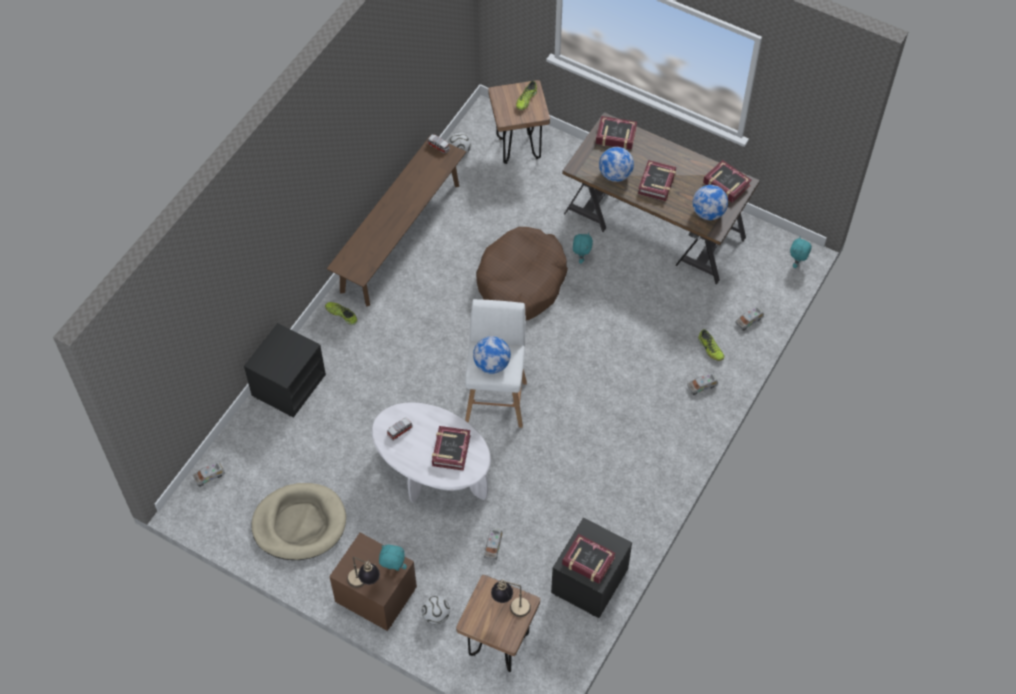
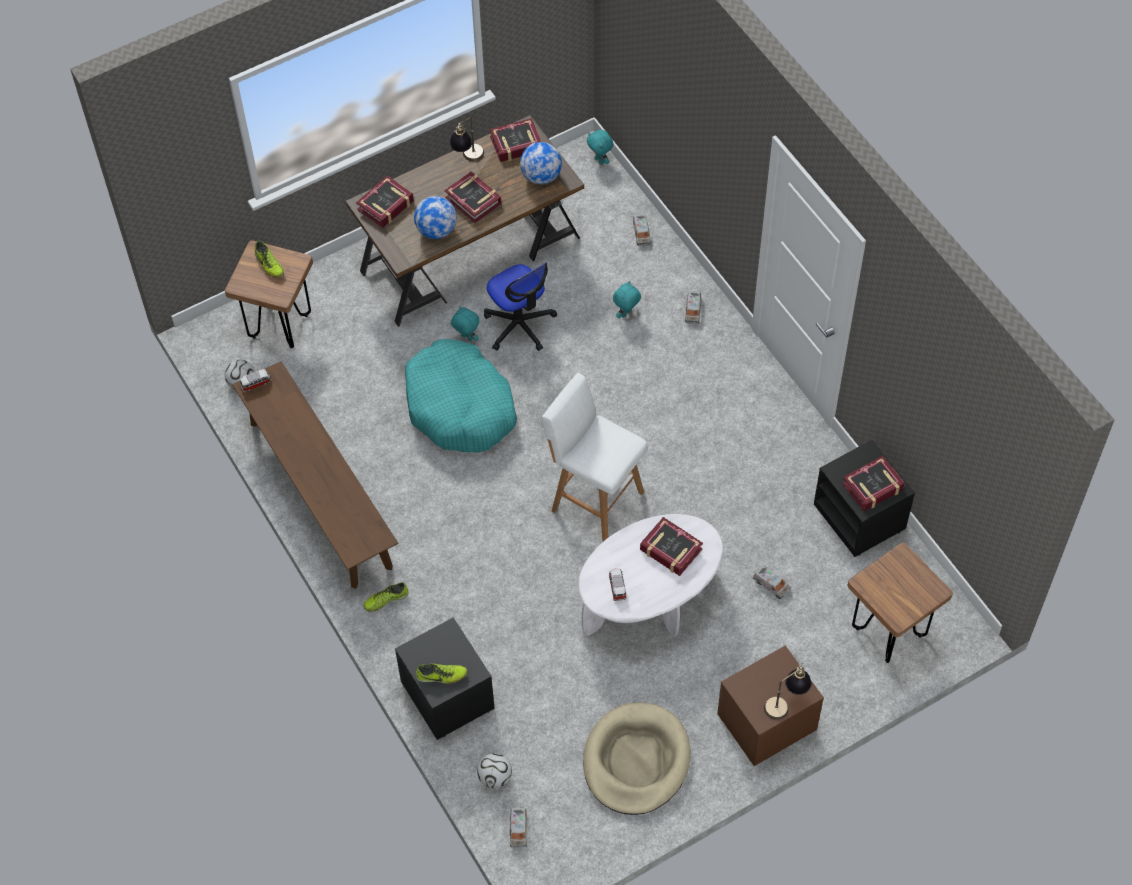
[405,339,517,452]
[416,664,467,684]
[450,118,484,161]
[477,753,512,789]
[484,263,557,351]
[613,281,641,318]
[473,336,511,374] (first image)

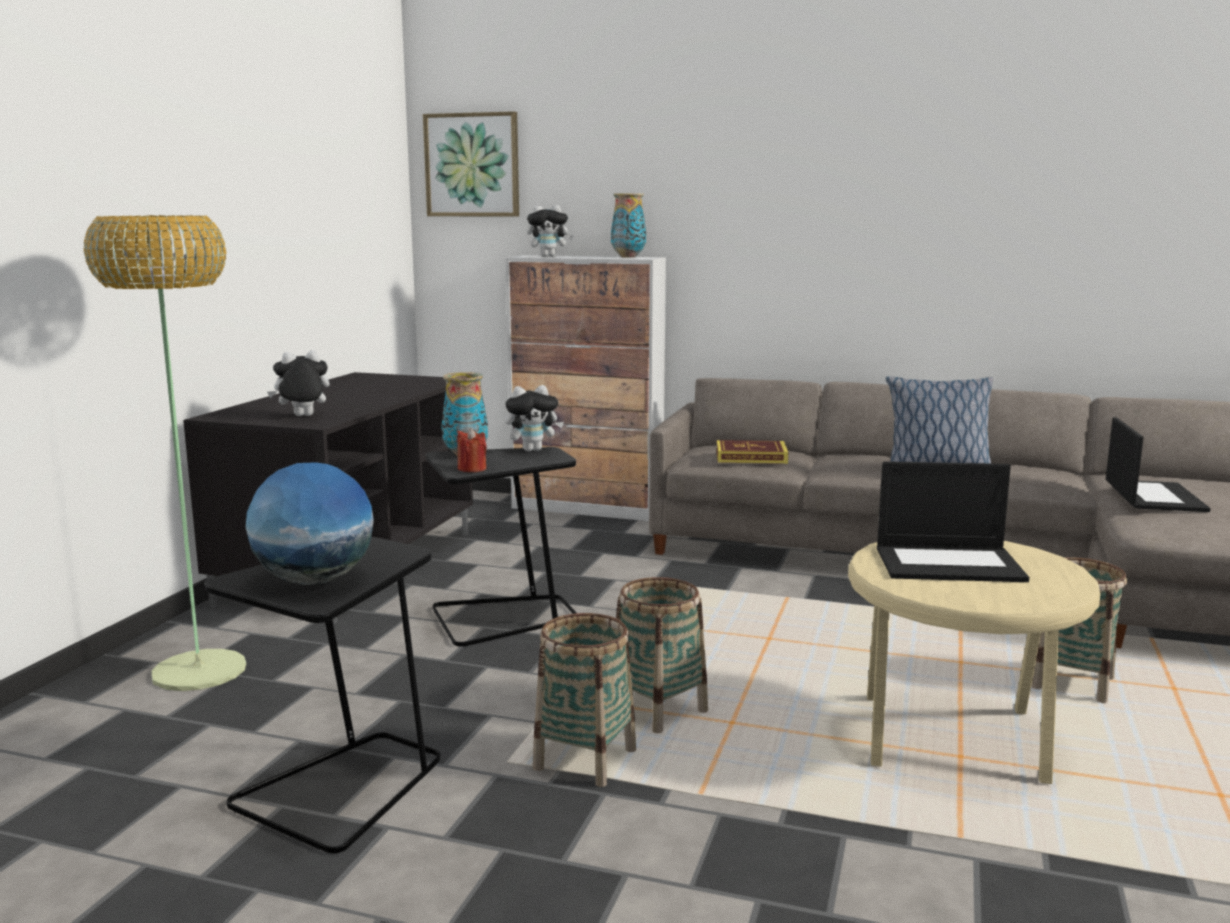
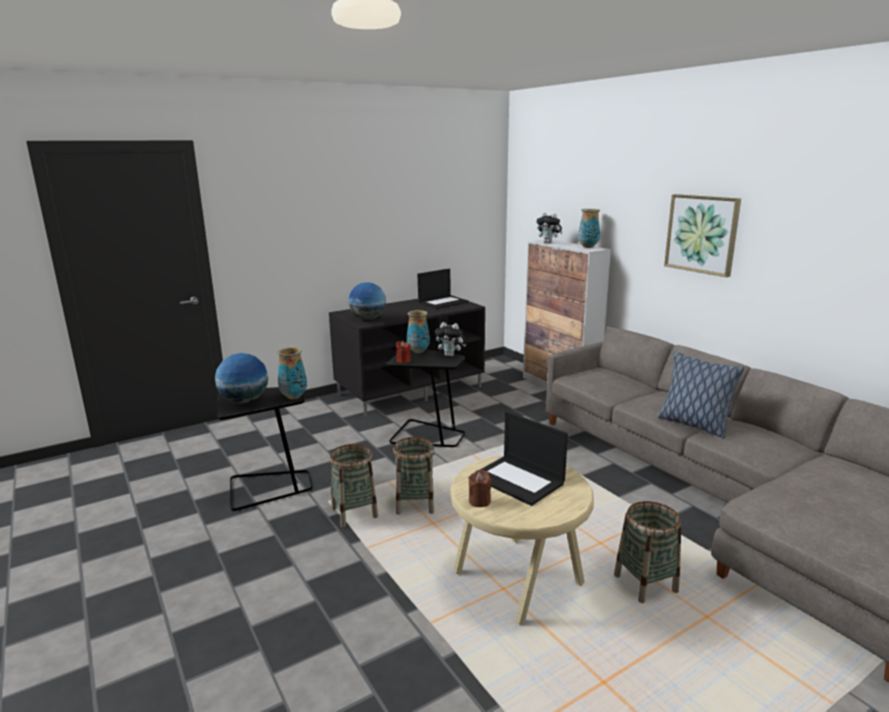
[277,347,307,399]
[349,282,386,320]
[418,269,469,309]
[468,470,492,507]
[664,194,741,277]
[83,215,247,691] (first image)
[716,440,788,464] (first image)

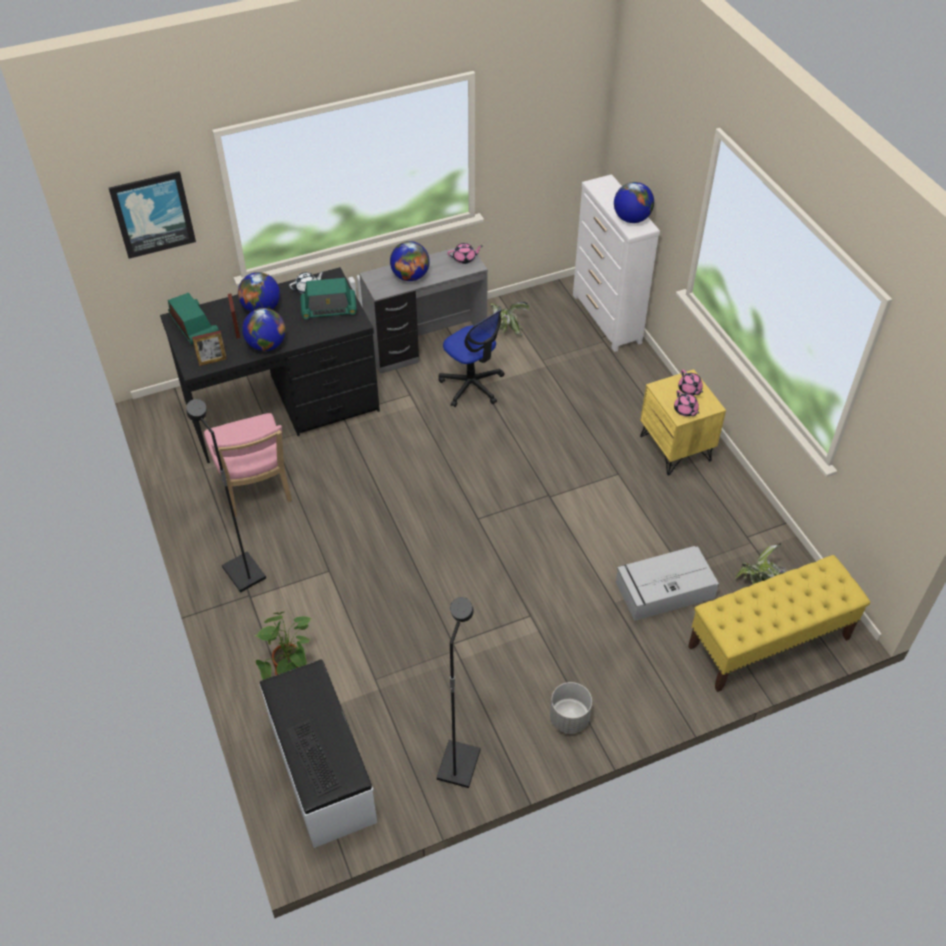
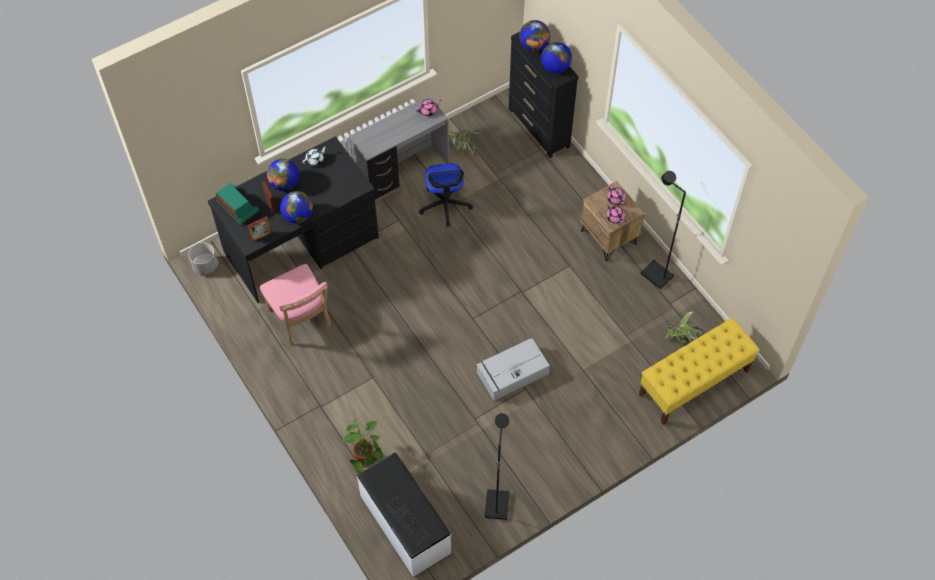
[189,243,218,275]
[419,163,473,227]
[476,338,550,401]
[509,32,578,158]
[519,20,550,52]
[580,181,645,261]
[640,171,686,289]
[109,171,196,259] (first image)
[300,278,357,319] (first image)

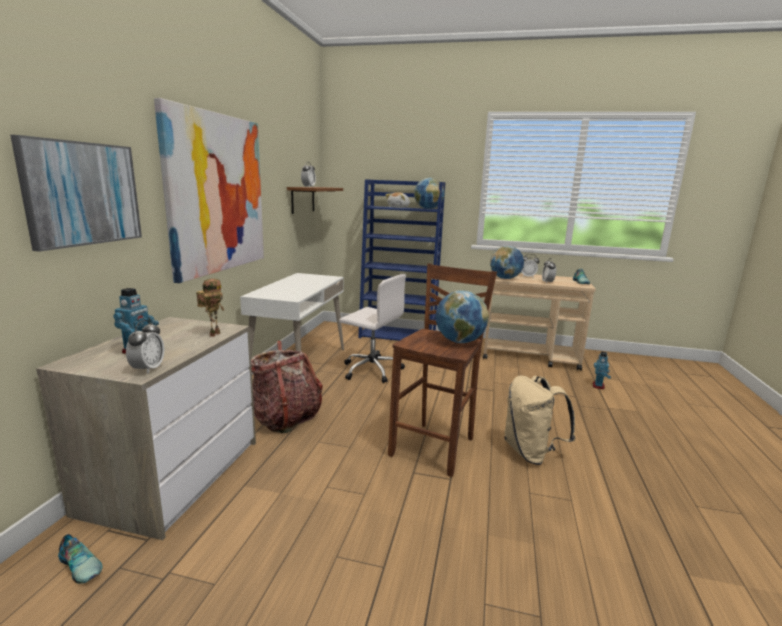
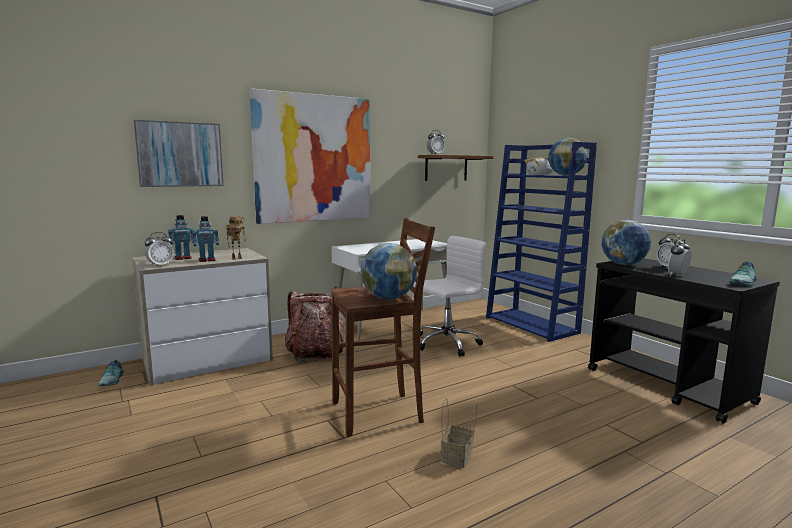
[192,216,219,262]
[413,236,486,357]
[441,398,477,468]
[588,258,780,424]

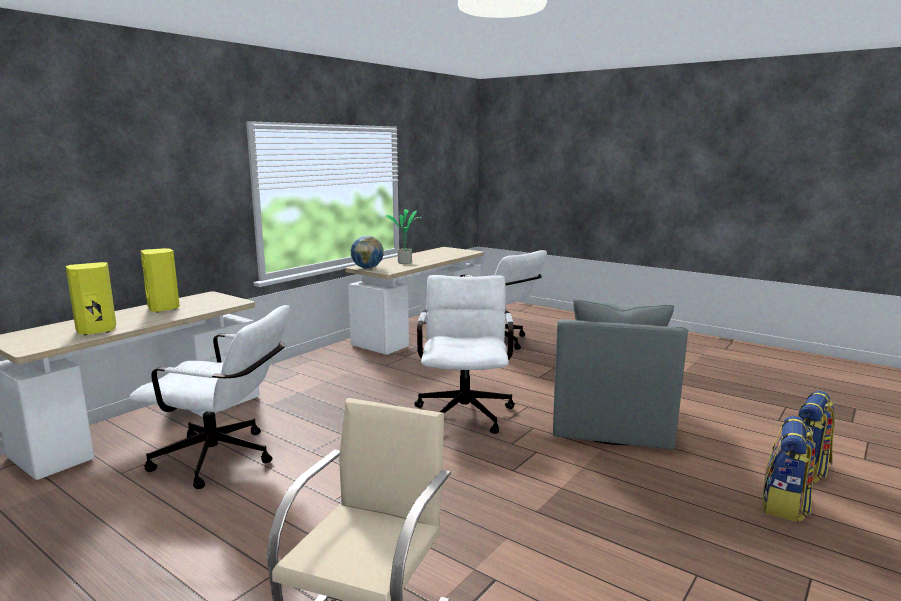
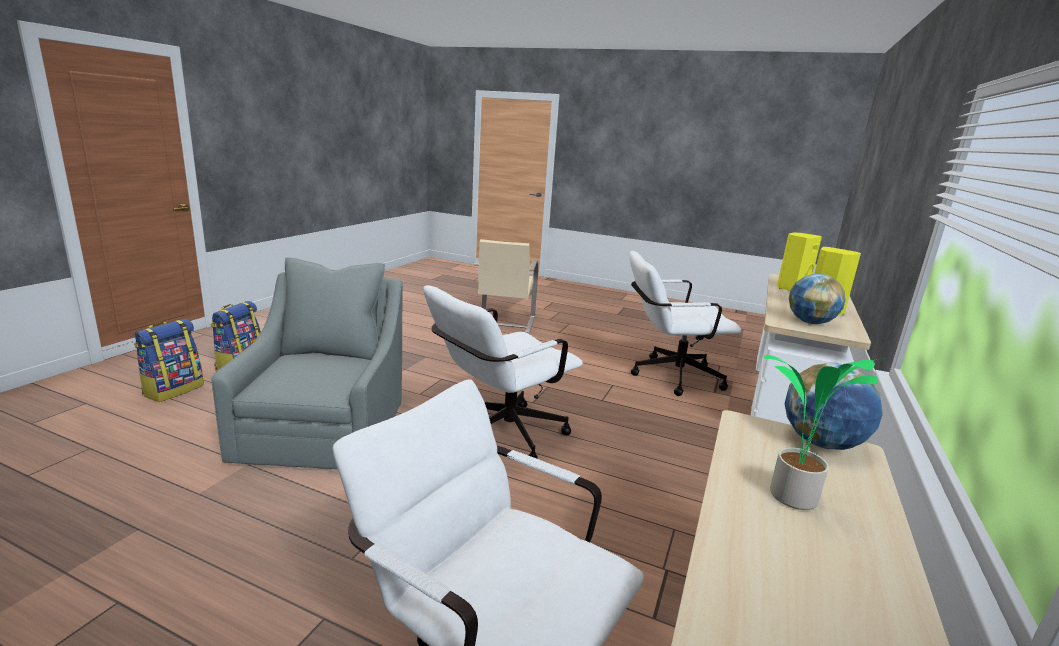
[423,285,583,459]
[789,274,846,324]

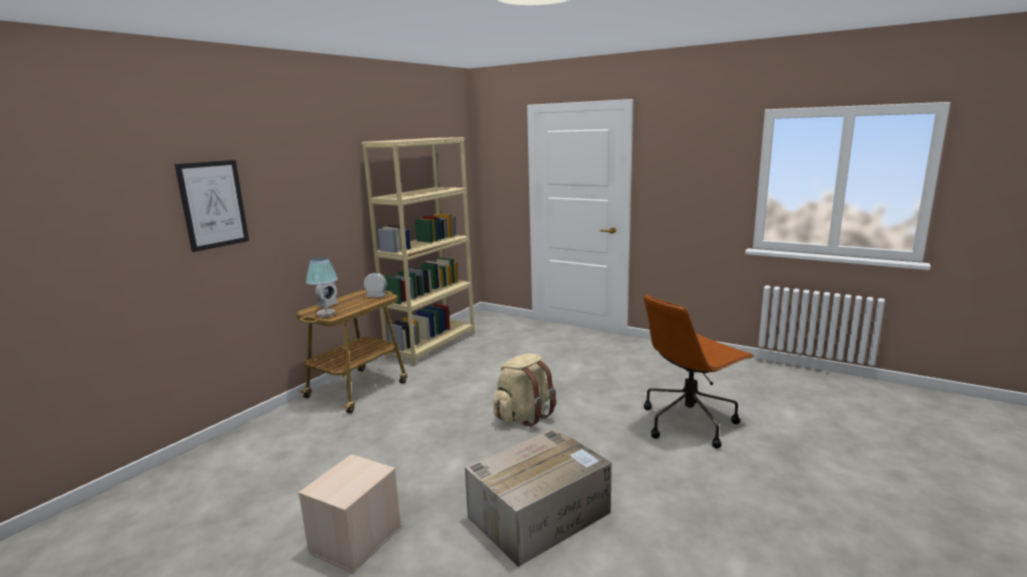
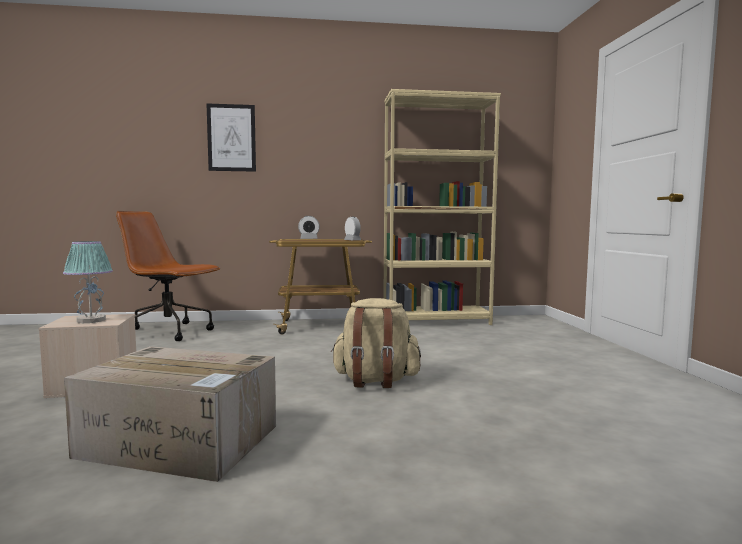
[63,241,113,323]
[116,211,220,341]

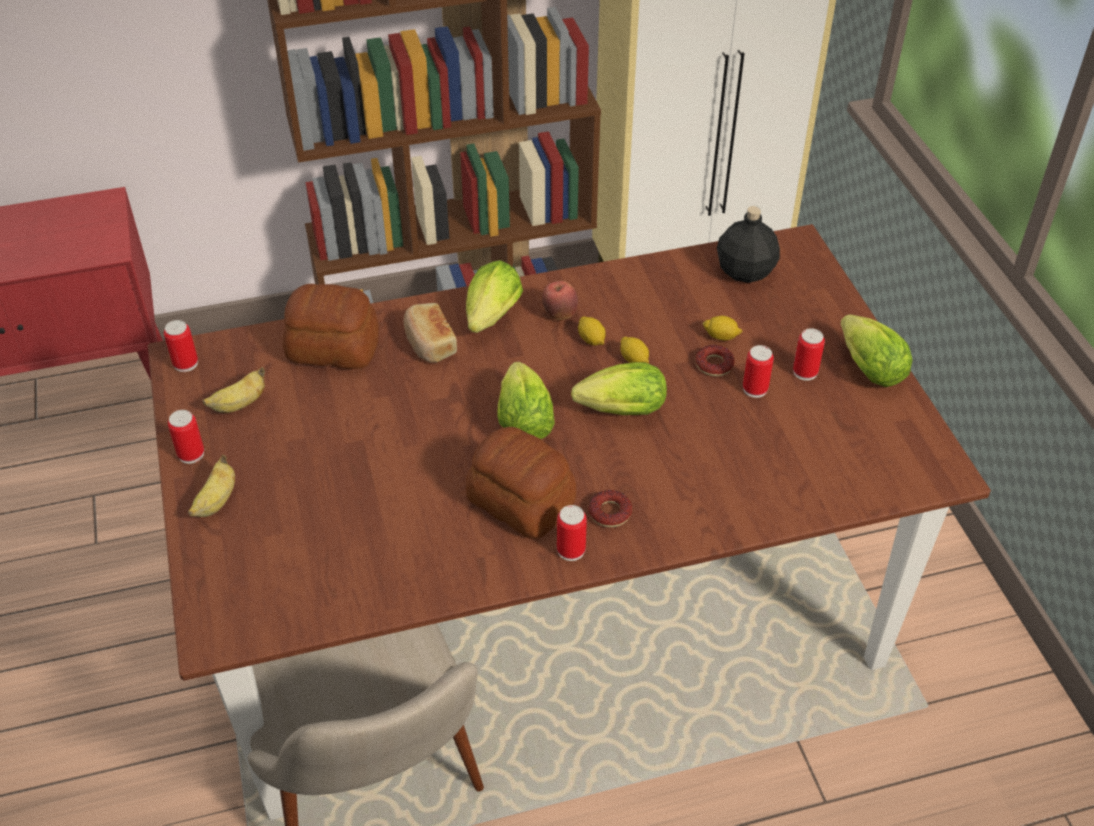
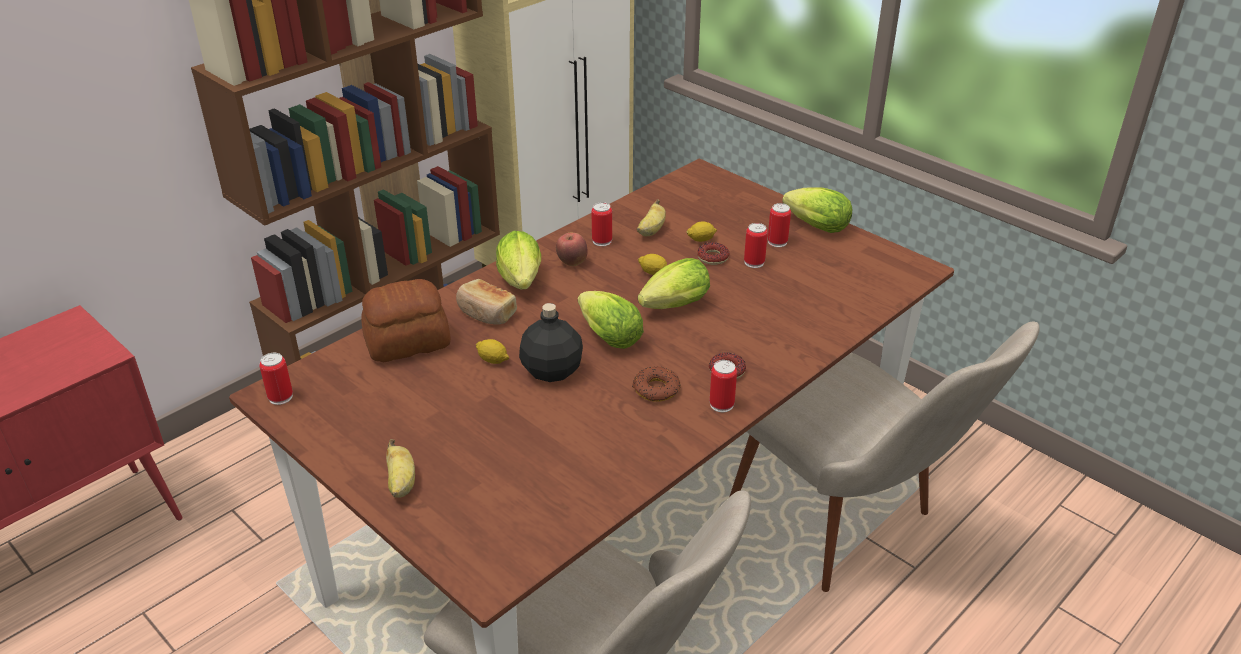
[476,339,509,364]
[519,303,583,382]
[591,202,612,246]
[632,367,681,401]
[637,199,666,236]
[729,322,1040,592]

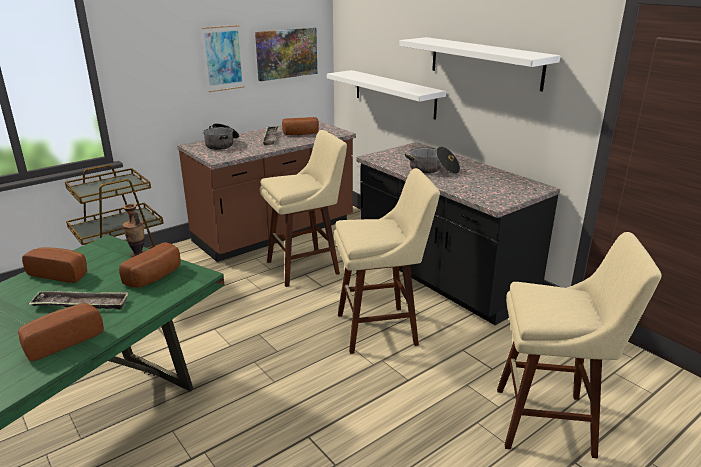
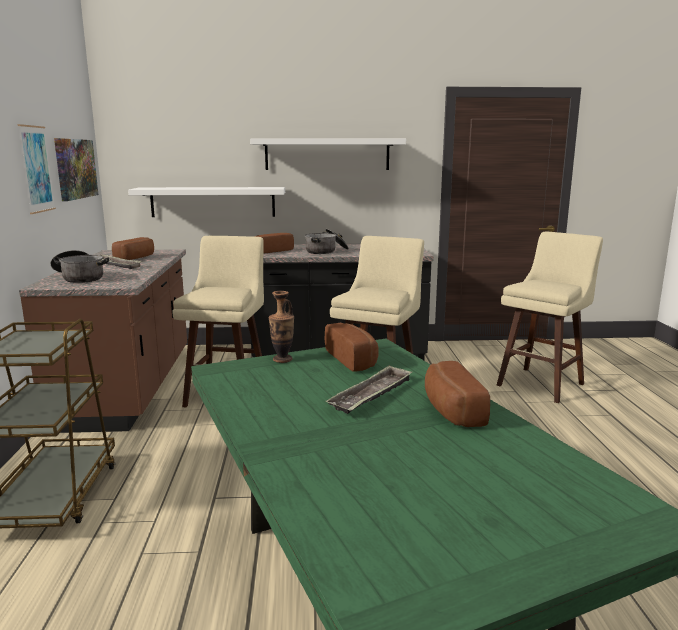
[254,233,294,254]

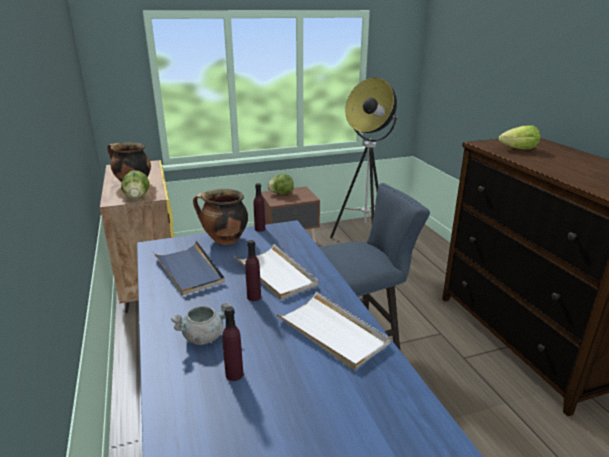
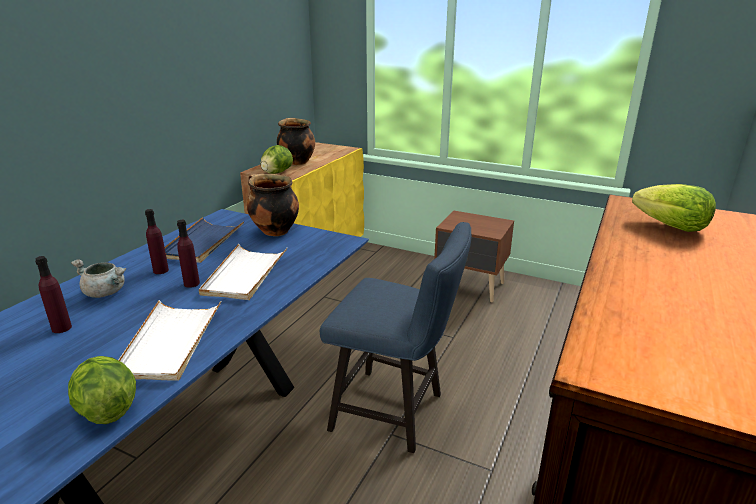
[68,356,136,424]
[145,209,169,274]
[330,78,398,238] (first image)

